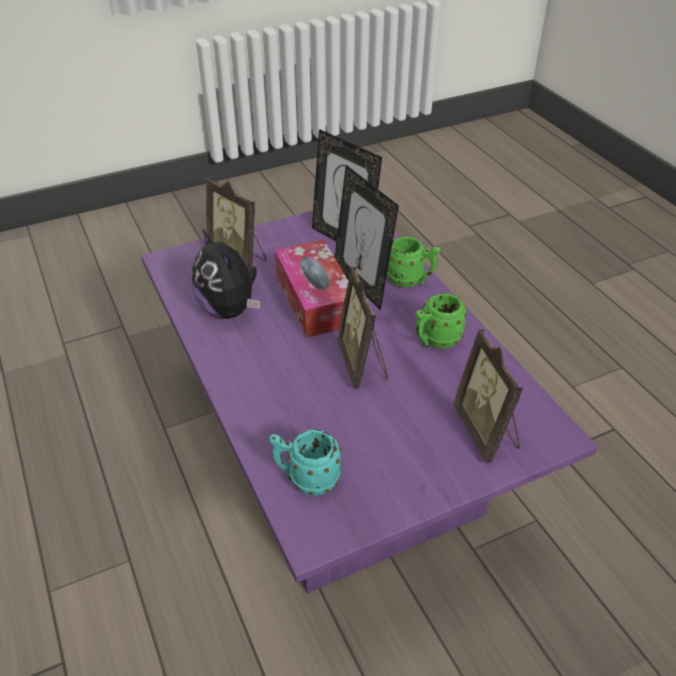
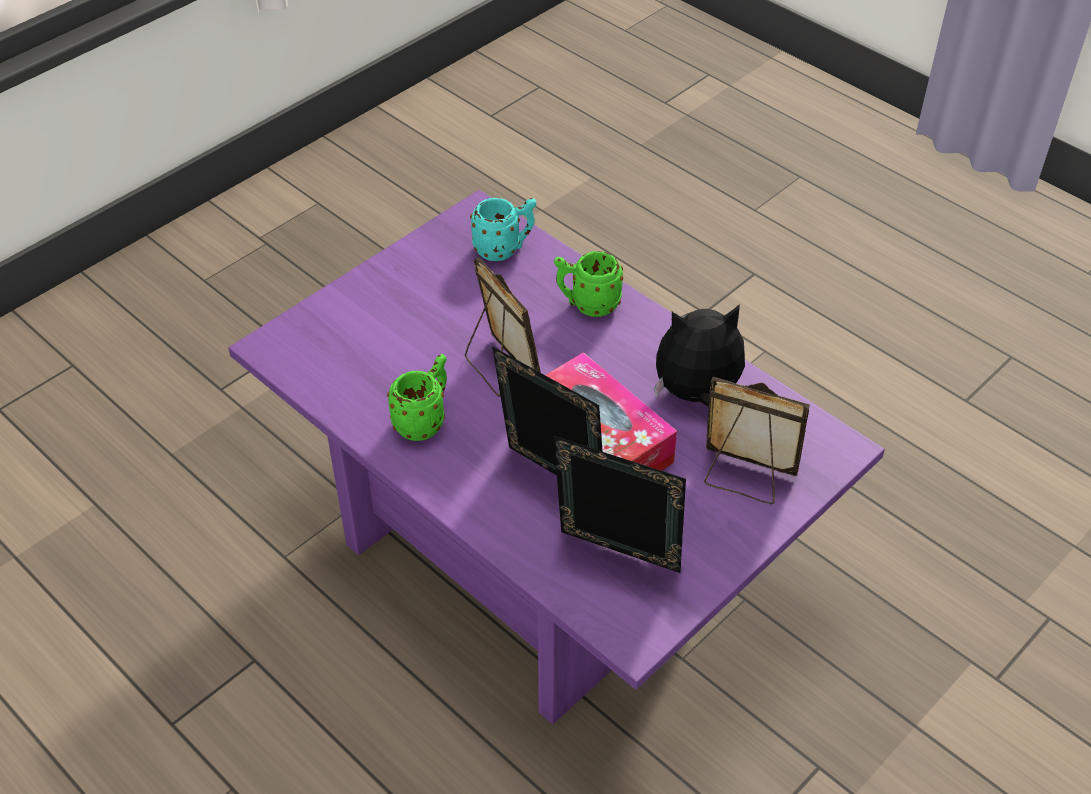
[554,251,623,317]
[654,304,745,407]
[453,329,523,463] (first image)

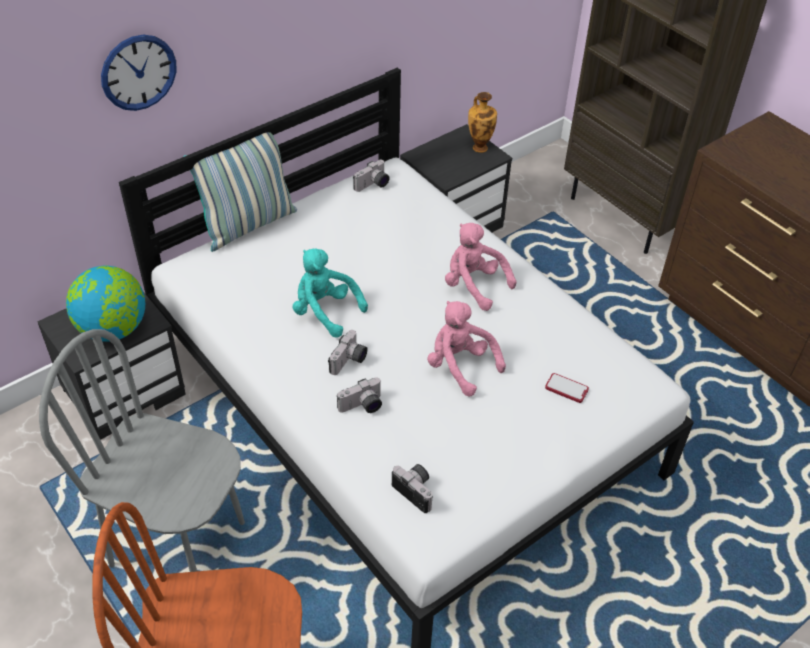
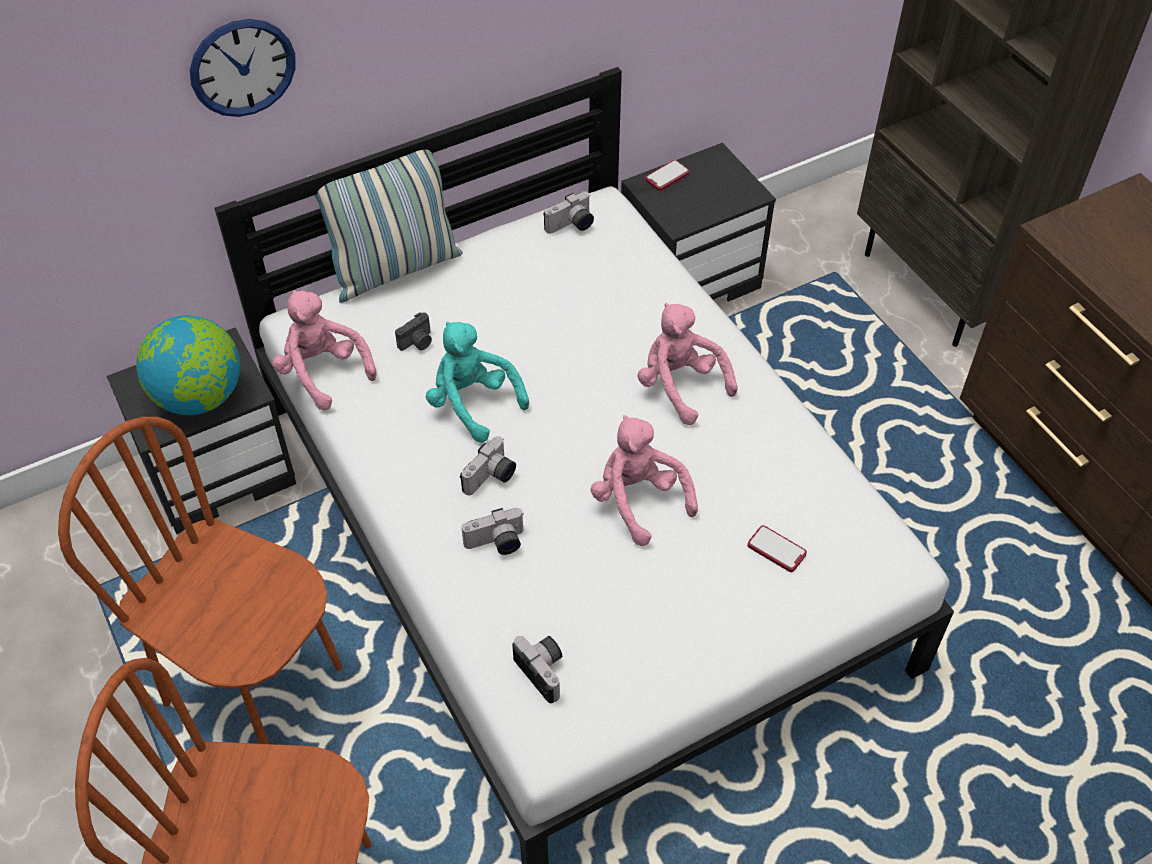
[58,417,342,744]
[272,290,376,411]
[395,312,432,351]
[645,160,689,191]
[468,92,497,153] (first image)

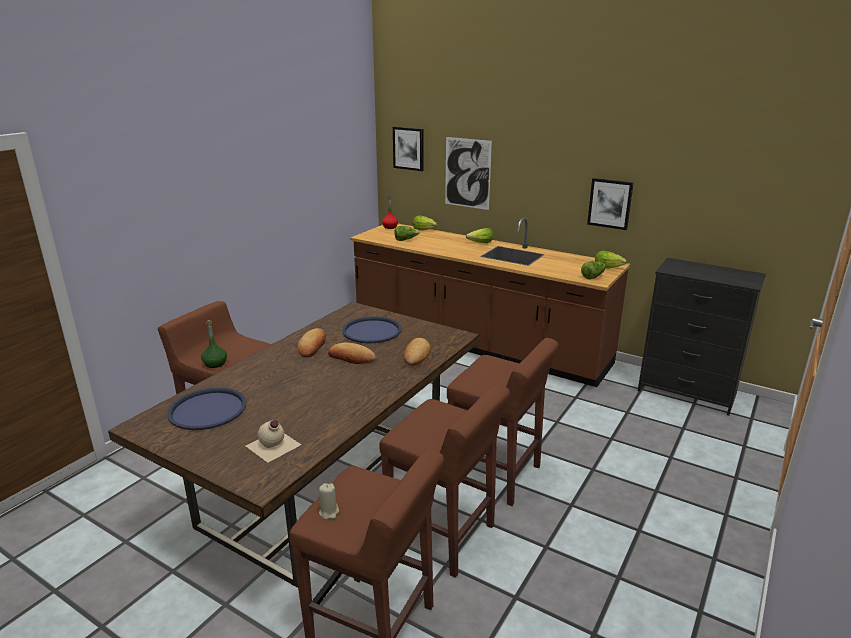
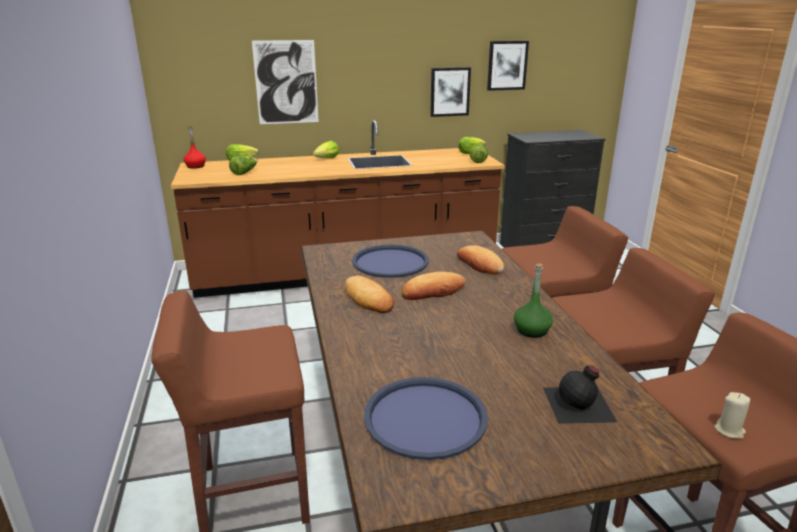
[487,41,529,91]
[514,263,553,338]
[543,365,617,424]

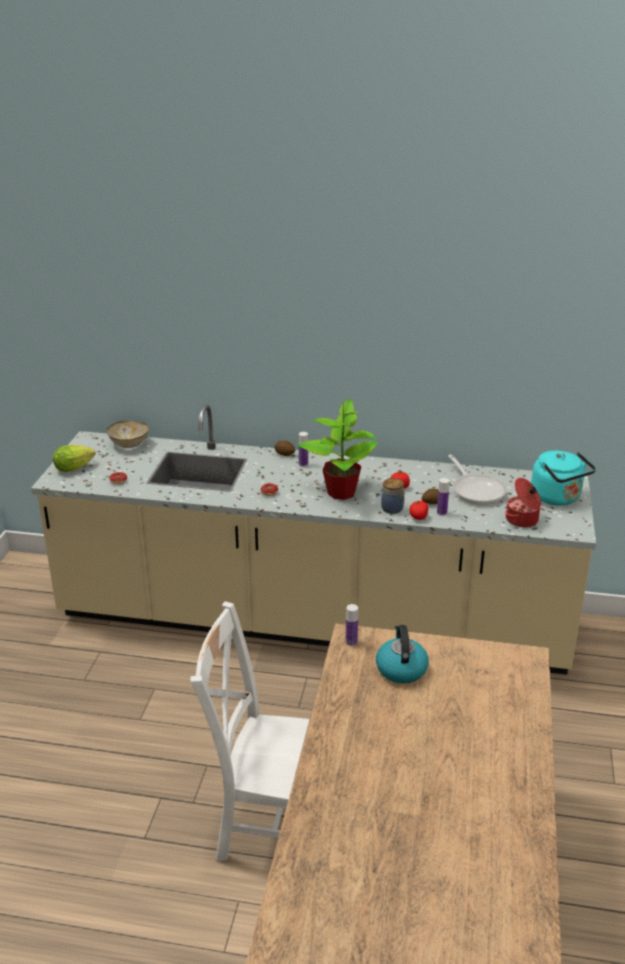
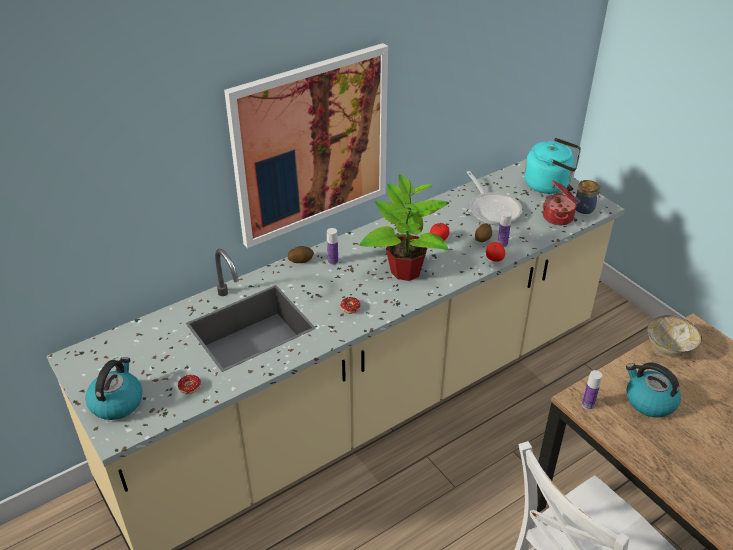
[85,357,143,420]
[224,43,388,248]
[466,171,522,225]
[575,180,601,214]
[647,315,702,357]

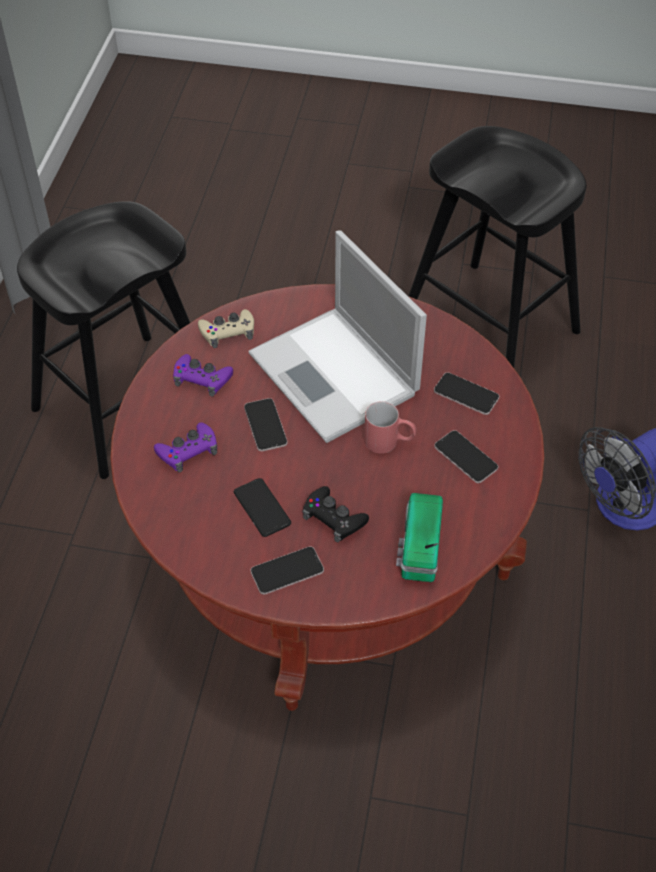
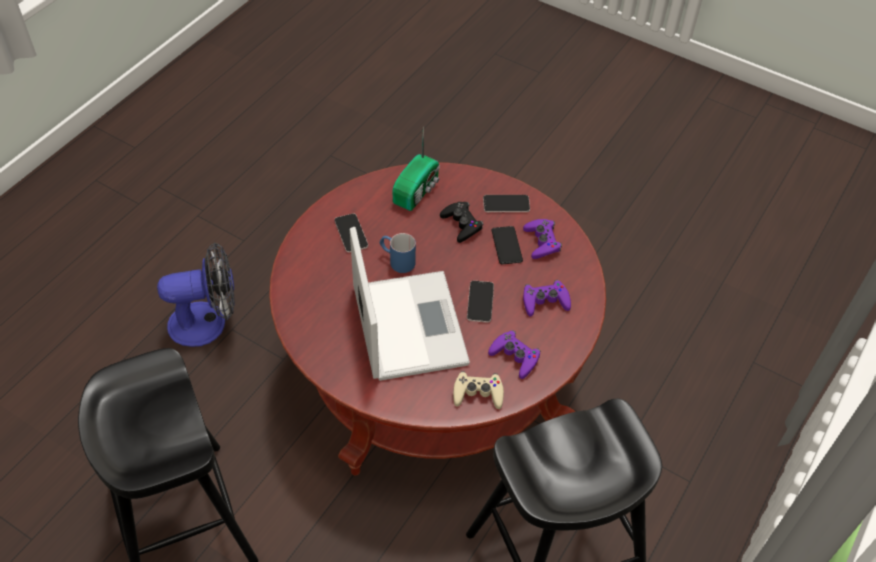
[380,233,416,273]
[523,219,562,259]
[434,372,499,415] (first image)

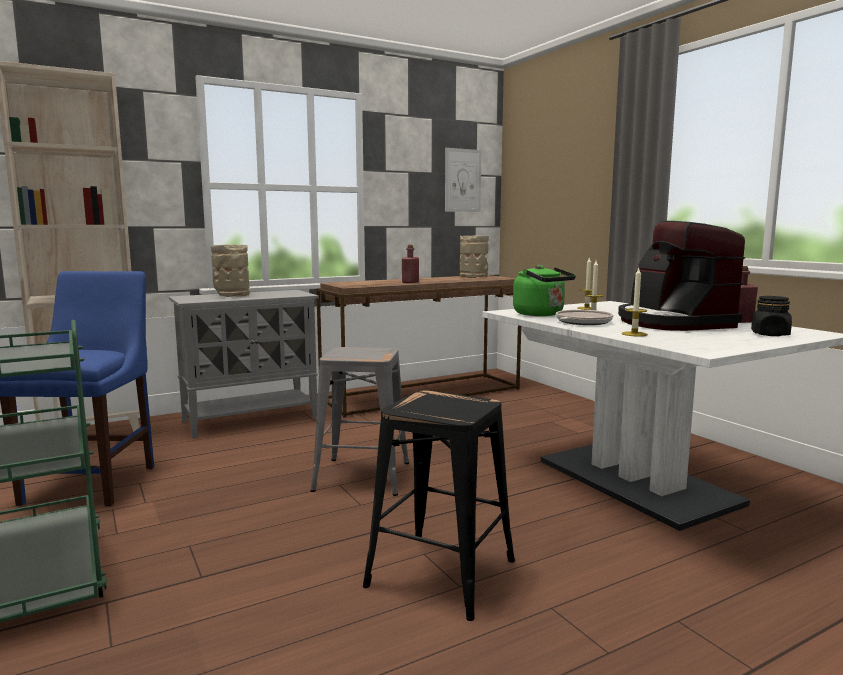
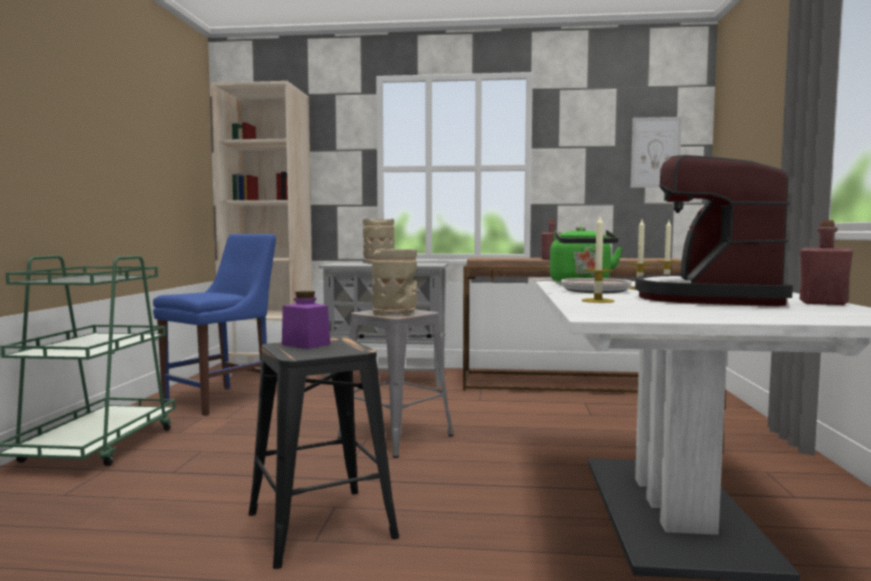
[282,291,330,349]
[372,249,417,316]
[751,296,792,336] (first image)

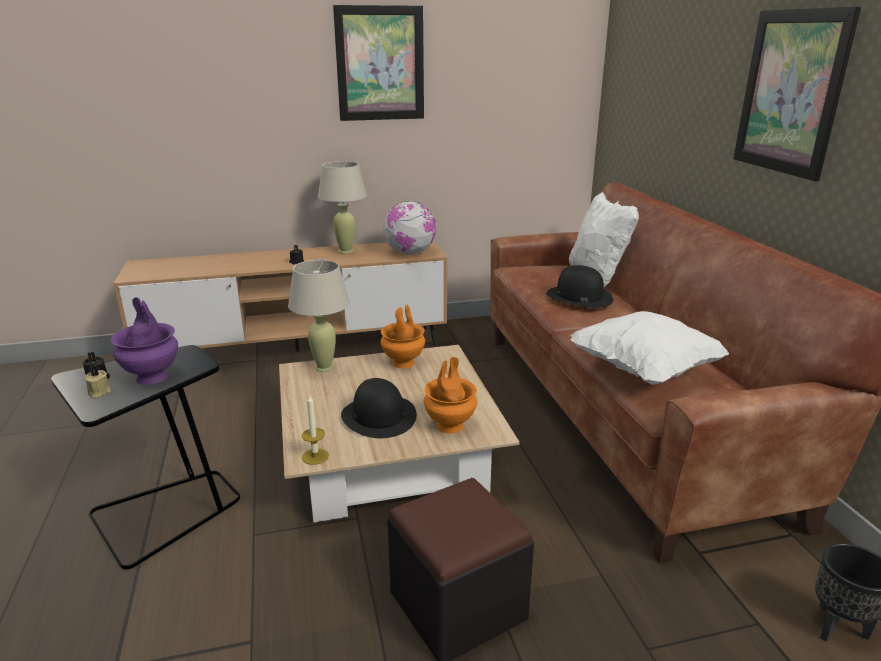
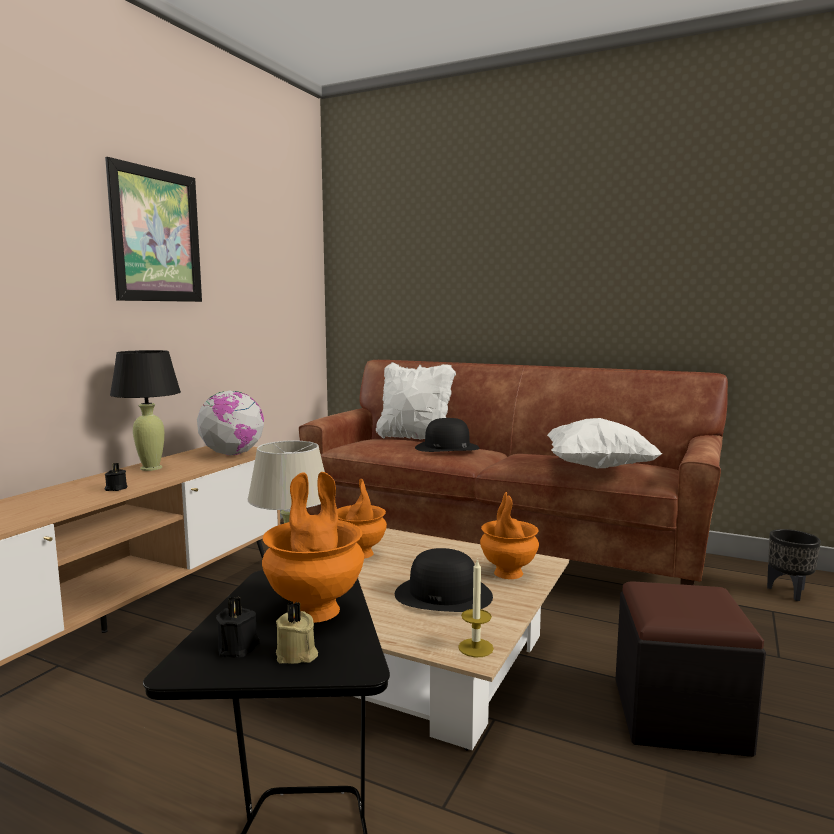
[110,350,181,471]
[262,472,364,623]
[733,7,861,181] (first image)

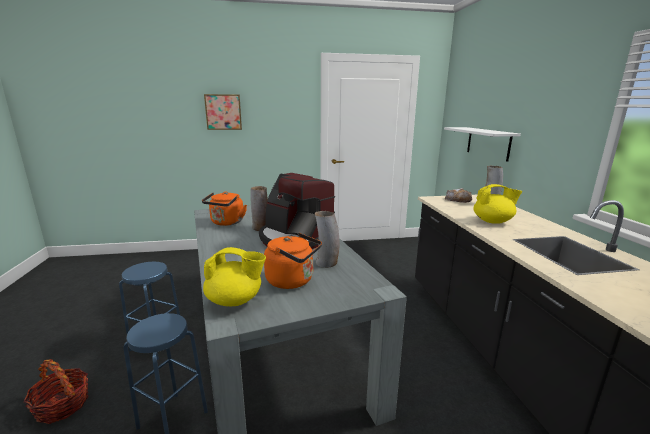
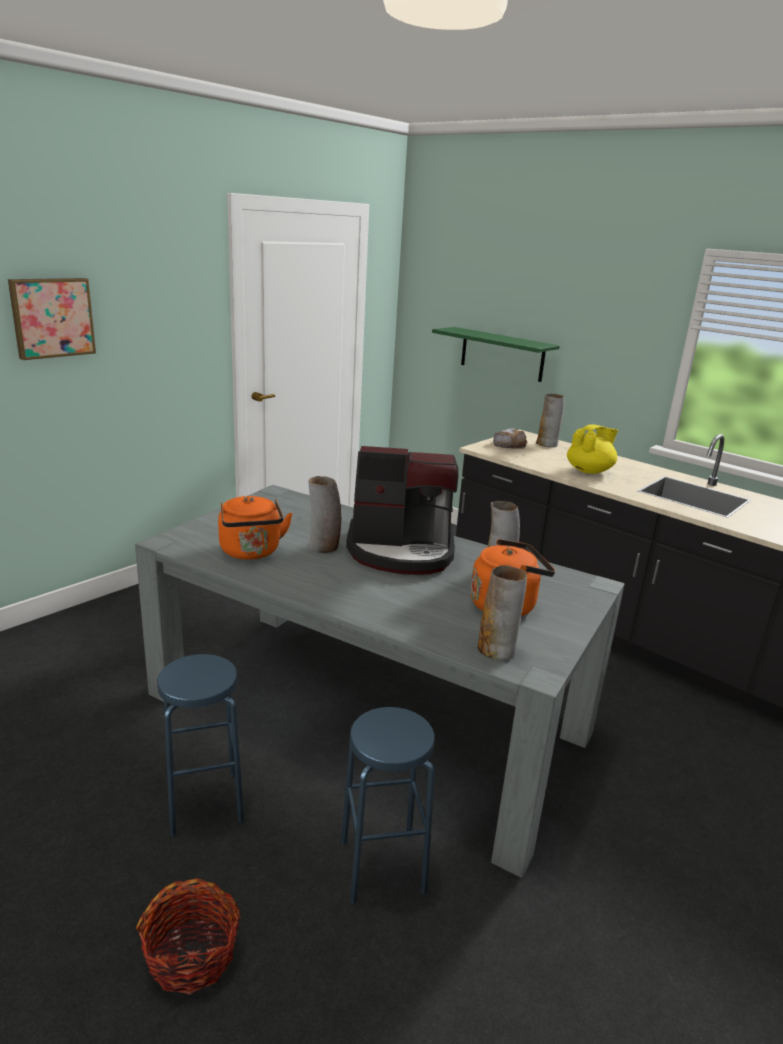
[432,327,560,382]
[478,565,527,660]

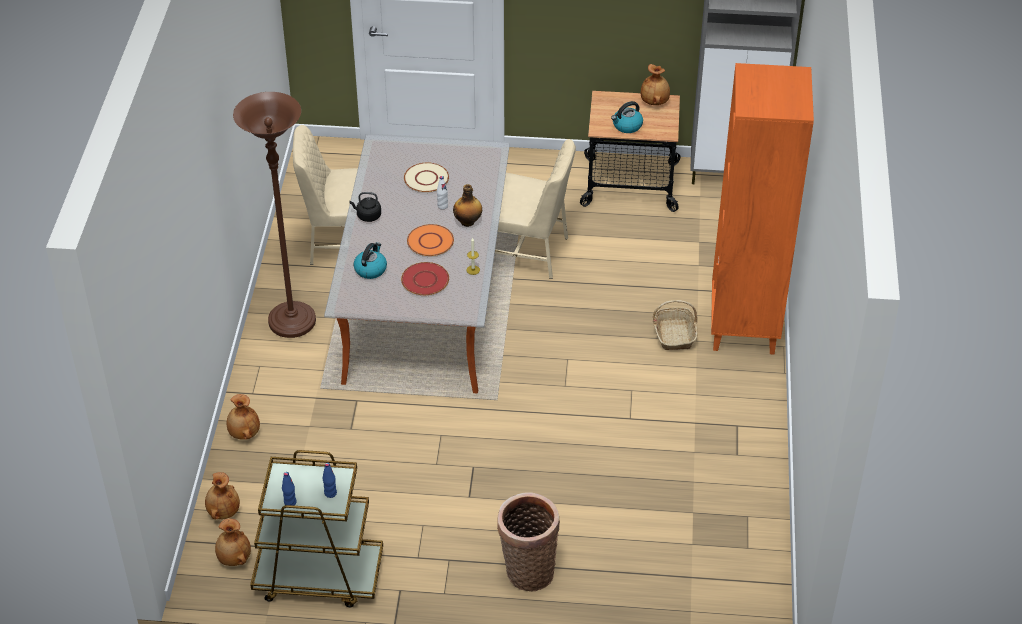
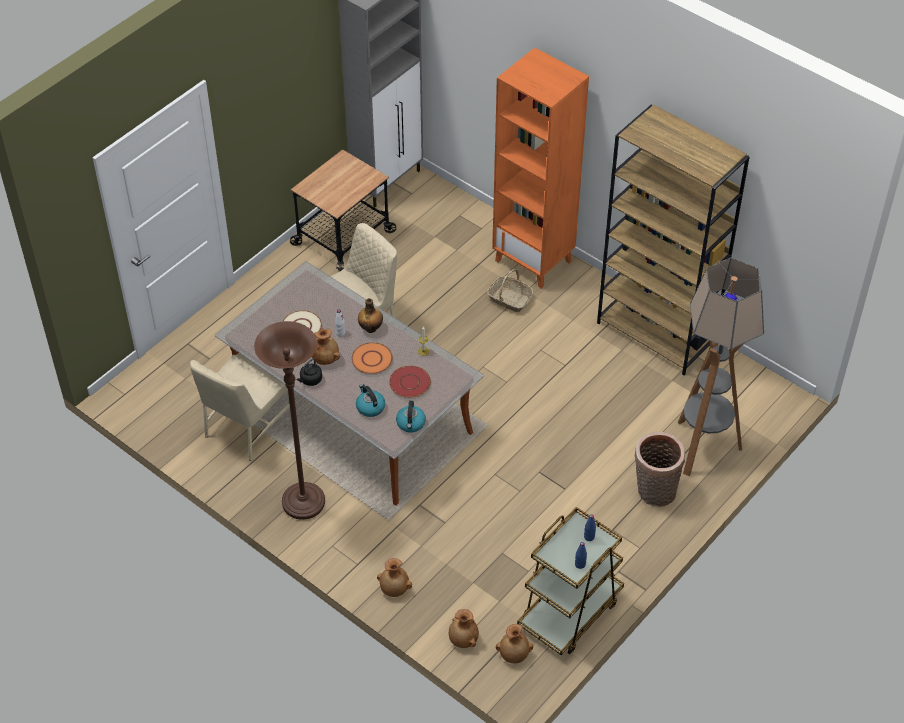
[312,329,340,365]
[396,401,426,433]
[597,105,750,376]
[678,258,764,476]

